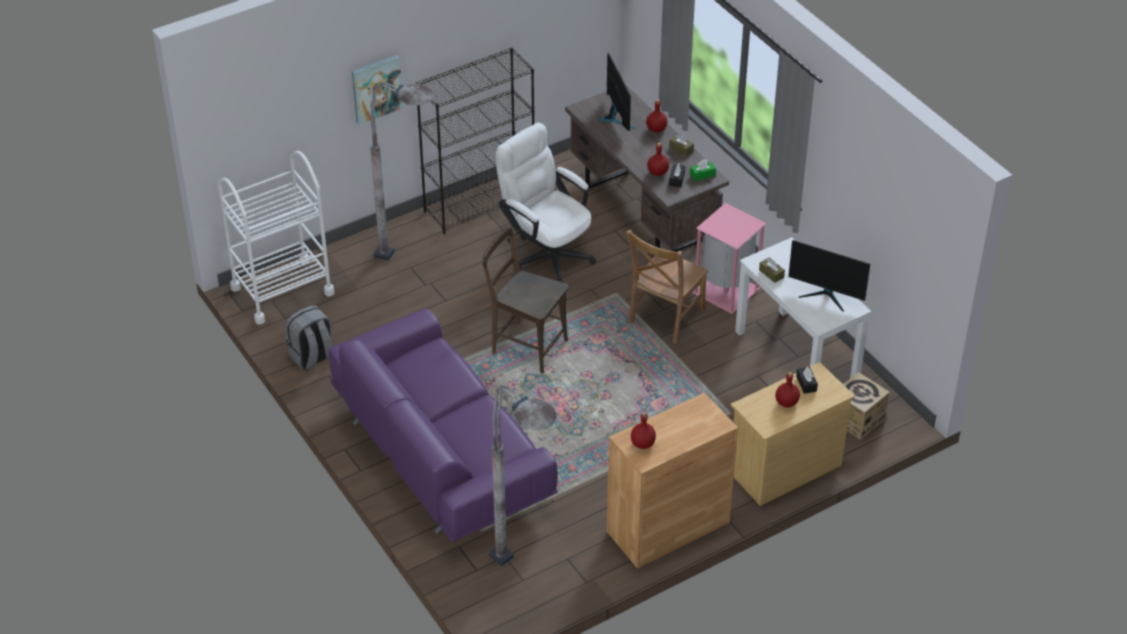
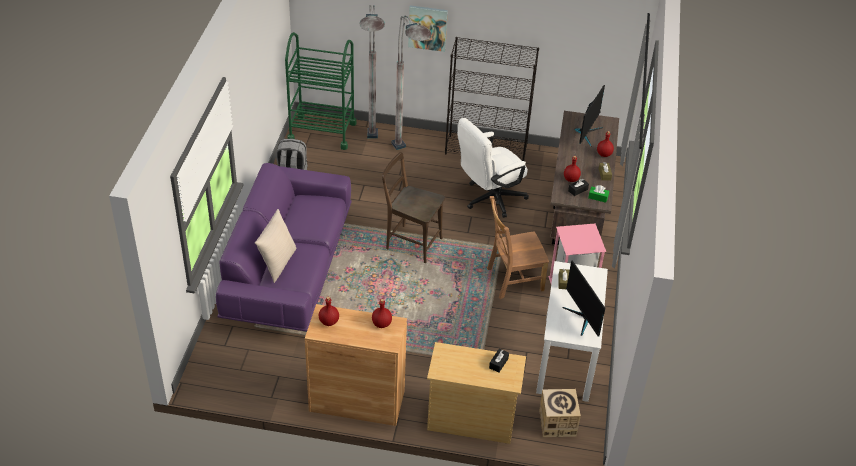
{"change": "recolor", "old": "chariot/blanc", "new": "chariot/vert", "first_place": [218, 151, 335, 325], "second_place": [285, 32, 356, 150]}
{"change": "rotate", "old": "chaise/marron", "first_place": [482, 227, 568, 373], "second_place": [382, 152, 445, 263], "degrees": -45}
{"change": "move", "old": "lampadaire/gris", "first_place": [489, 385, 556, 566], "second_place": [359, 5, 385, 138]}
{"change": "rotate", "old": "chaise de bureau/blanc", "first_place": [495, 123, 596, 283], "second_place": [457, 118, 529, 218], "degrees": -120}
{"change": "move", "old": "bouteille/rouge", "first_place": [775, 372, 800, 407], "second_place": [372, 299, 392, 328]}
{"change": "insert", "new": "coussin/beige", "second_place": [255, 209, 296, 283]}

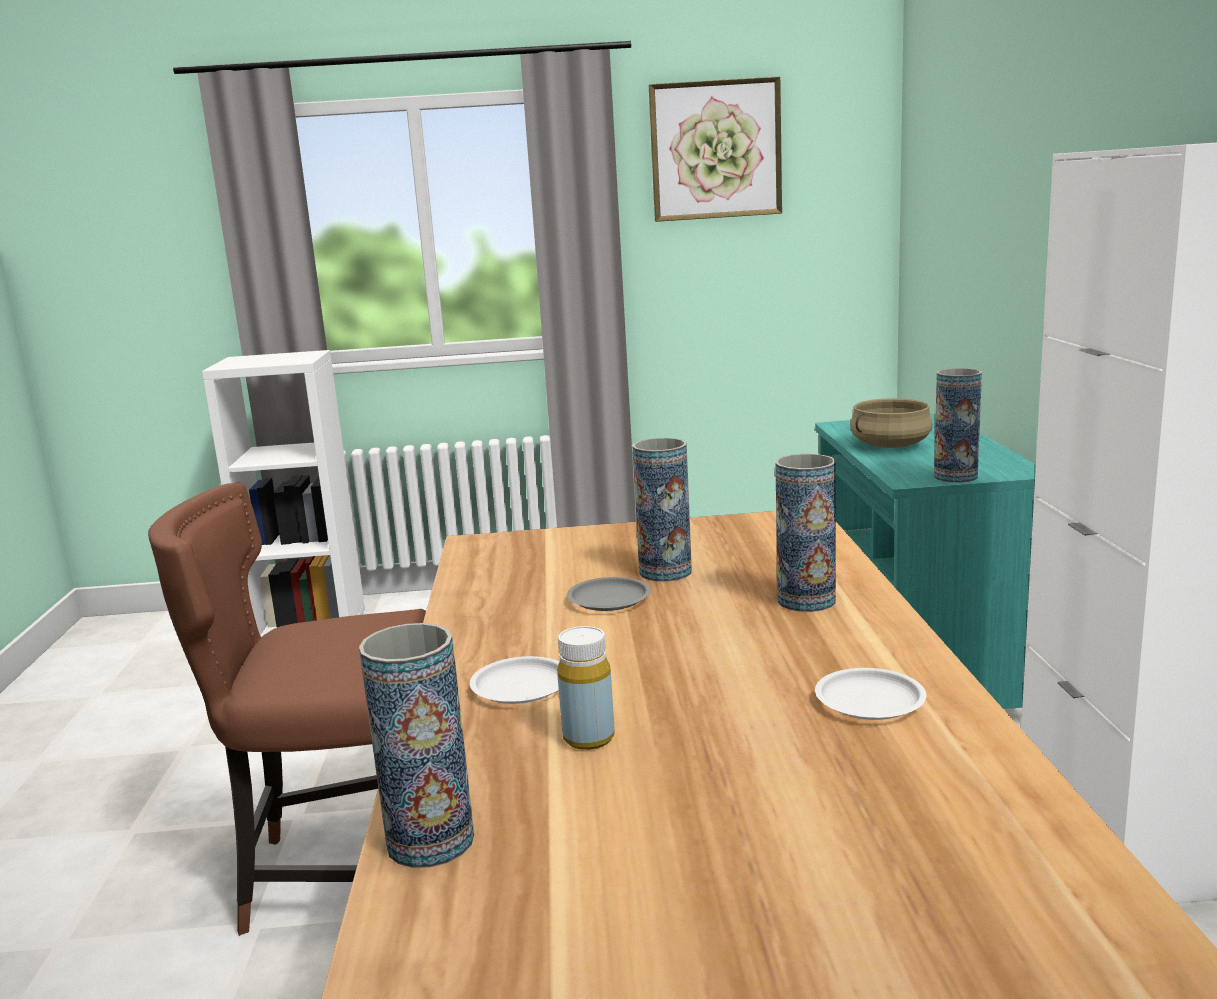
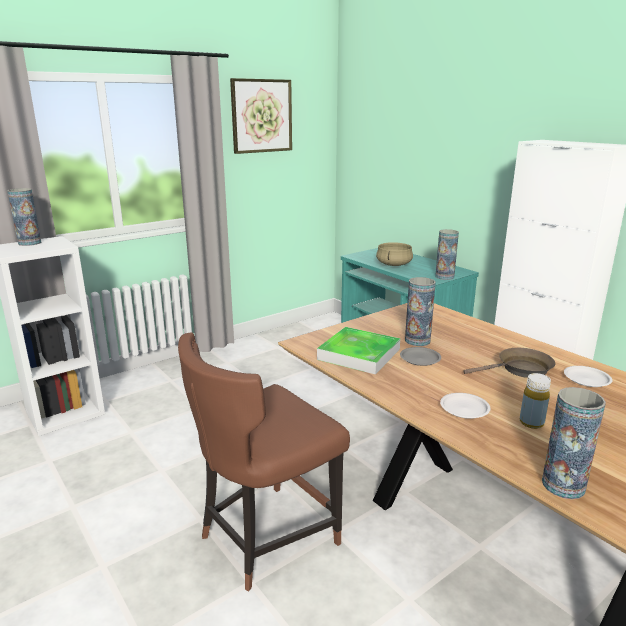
{"change": "move", "old": "vase", "first_place": [775, 454, 836, 612], "second_place": [7, 188, 41, 246]}
{"change": "insert", "new": "plateau", "second_place": [317, 327, 400, 374]}
{"change": "insert", "new": "poêle/marron", "second_place": [463, 348, 556, 378]}

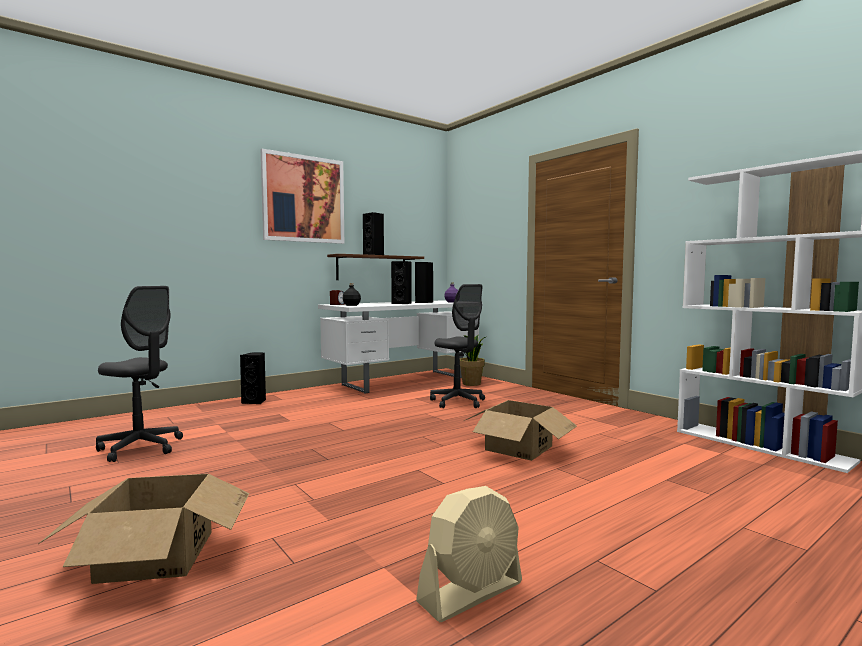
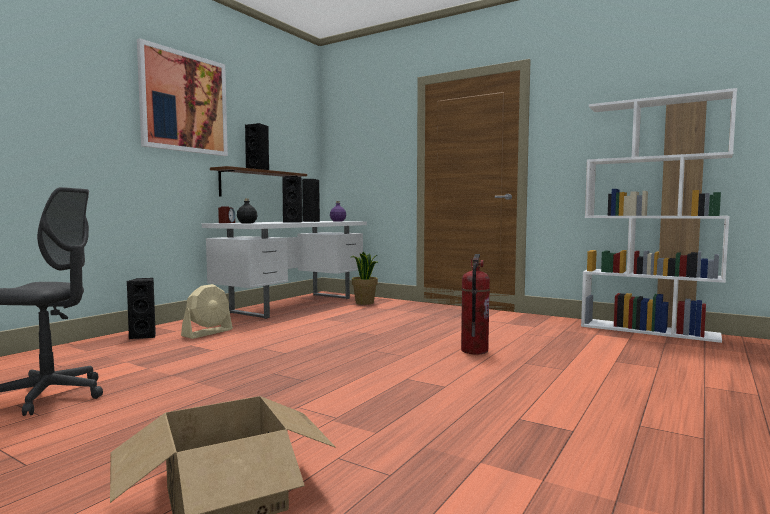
{"change": "move", "old": "ventilateur/beige", "first_place": [416, 486, 522, 622], "second_place": [181, 284, 233, 339]}
{"change": "delete", "old": "chaise de bureau/gris", "first_place": [430, 284, 485, 408]}
{"change": "replace", "old": "carton", "new": "extincteur", "first_place": [464, 400, 577, 461], "second_place": [461, 254, 490, 355]}

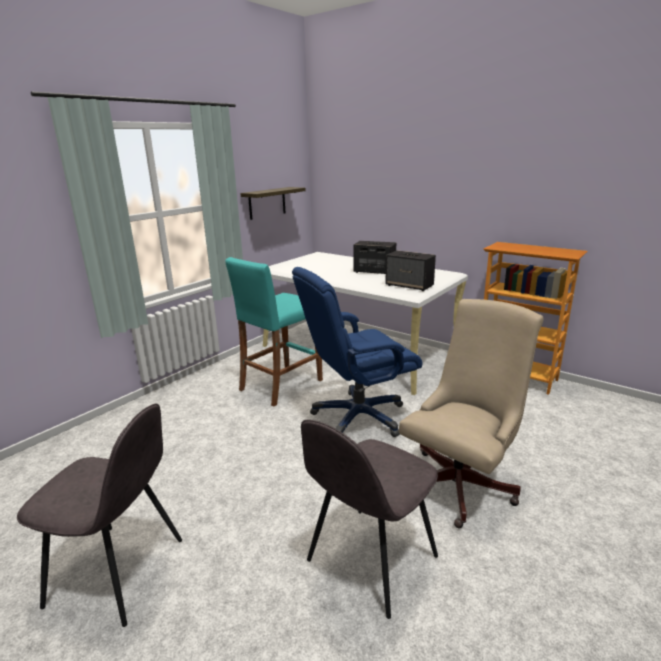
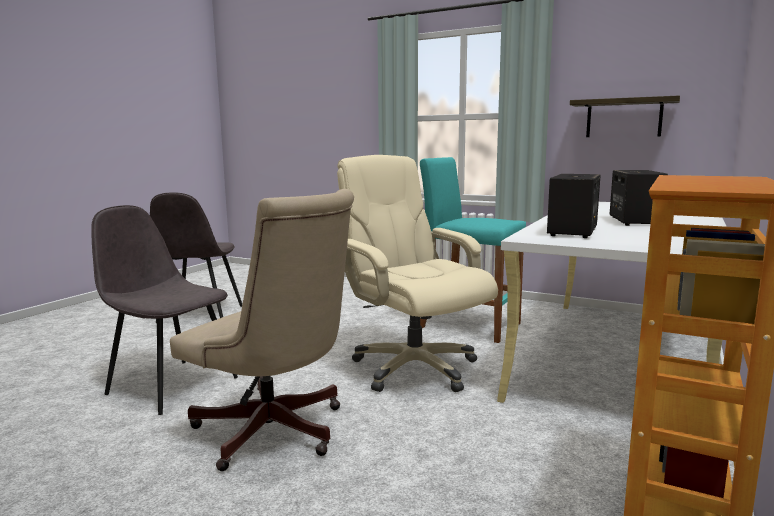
{"change": "recolor", "old": "chaise de bureau/bleu", "new": "chaise de bureau/beige", "first_place": [292, 267, 422, 437], "second_place": [337, 155, 498, 392]}

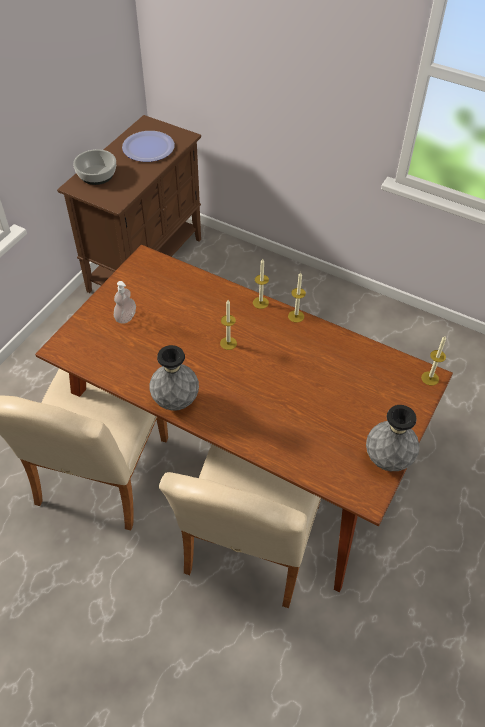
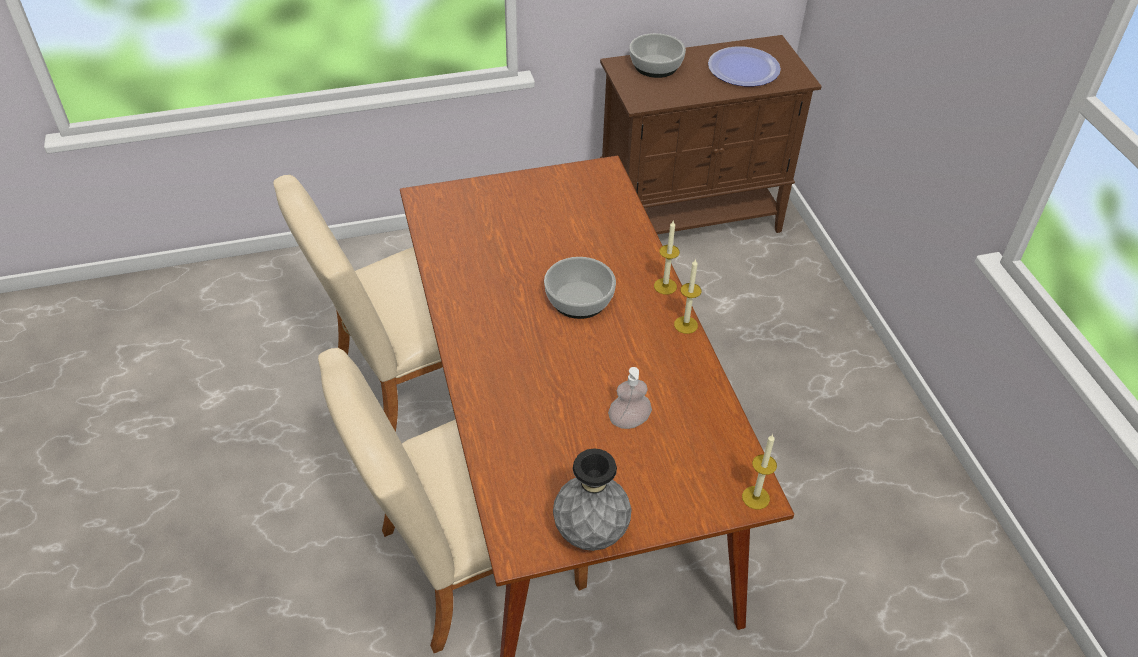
{"change": "move", "old": "distributeur de savon", "first_place": [114, 281, 136, 324], "second_place": [608, 367, 652, 429]}
{"change": "delete", "old": "vase/gris", "first_place": [149, 345, 199, 411]}
{"change": "replace", "old": "bougie", "new": "bol", "first_place": [220, 300, 237, 350], "second_place": [544, 257, 616, 319]}

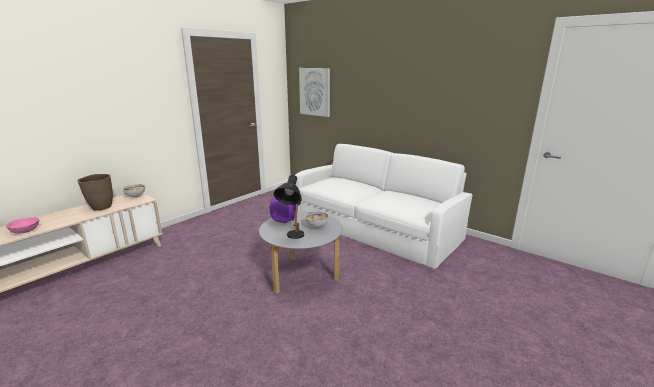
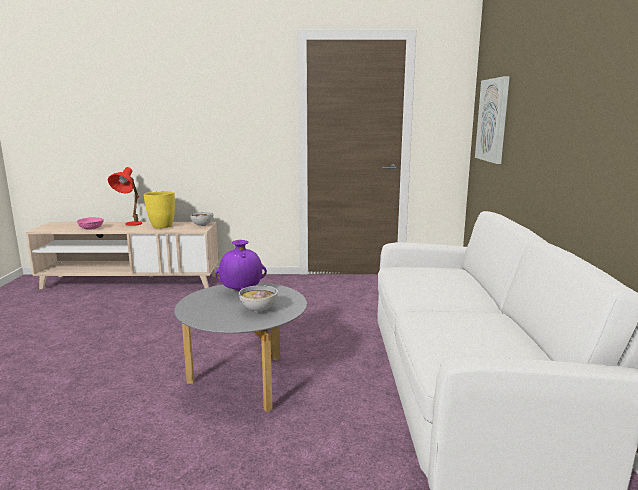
{"change": "recolor", "old": "vase/marron", "new": "vase/jaune", "first_place": [77, 174, 113, 211], "second_place": [144, 191, 175, 228]}
{"change": "delete", "old": "lampe de table/noir", "first_place": [274, 175, 304, 239]}
{"change": "insert", "new": "lampe de table/rouge", "second_place": [108, 167, 142, 226]}

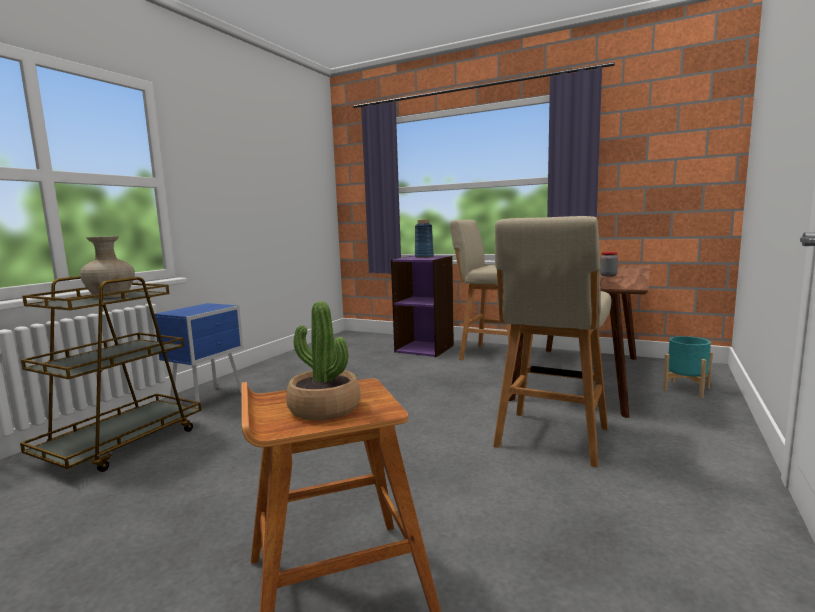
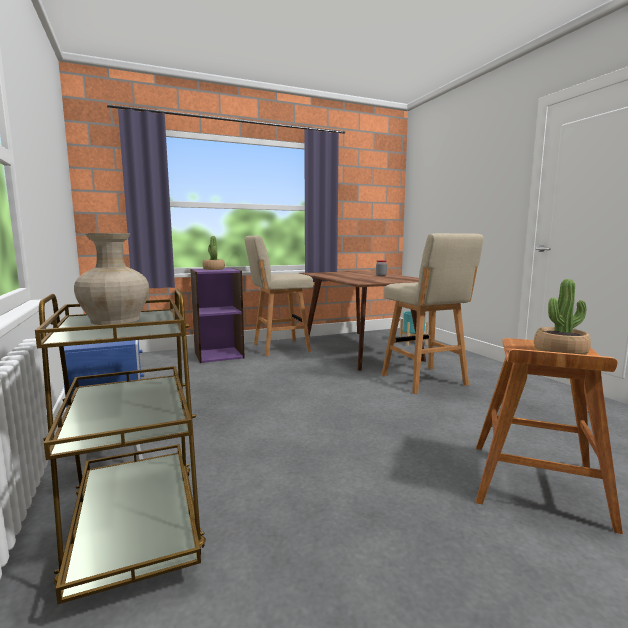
{"change": "replace", "old": "vase/bleu", "new": "plante en pot", "first_place": [415, 220, 434, 258], "second_place": [202, 236, 225, 270]}

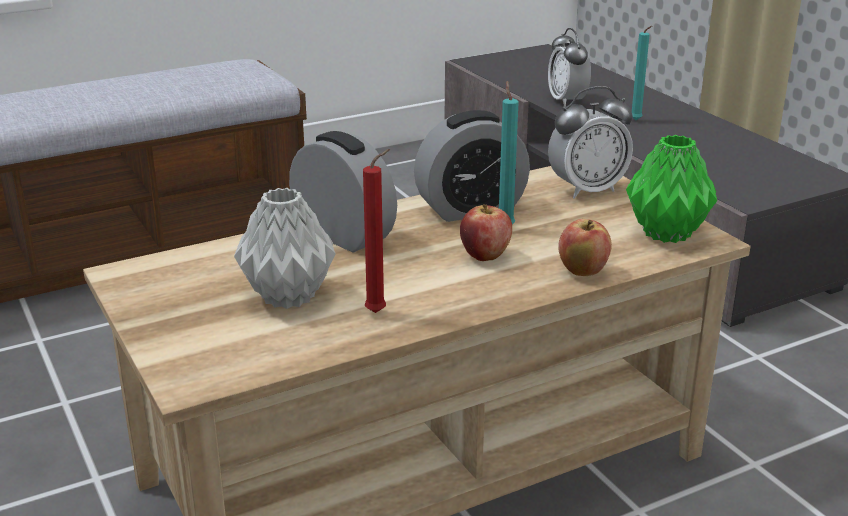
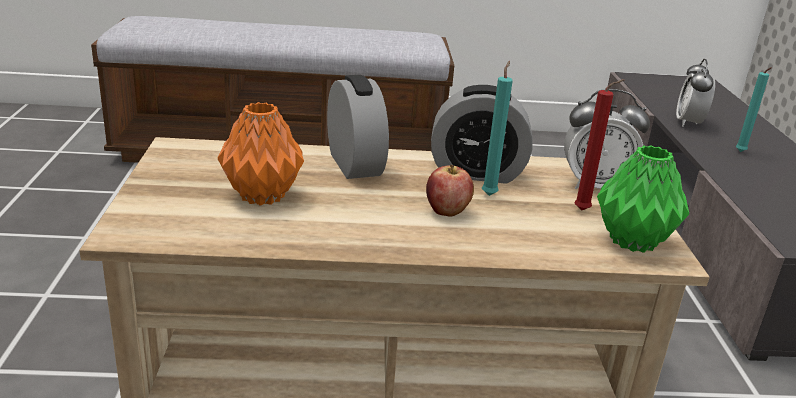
{"change": "recolor", "old": "vase/gris", "new": "vase/orange", "first_place": [234, 188, 335, 309], "second_place": [218, 102, 304, 206]}
{"change": "move", "old": "bougie/rouge", "first_place": [363, 149, 390, 313], "second_place": [574, 79, 625, 211]}
{"change": "delete", "old": "pomme", "first_place": [558, 219, 612, 276]}

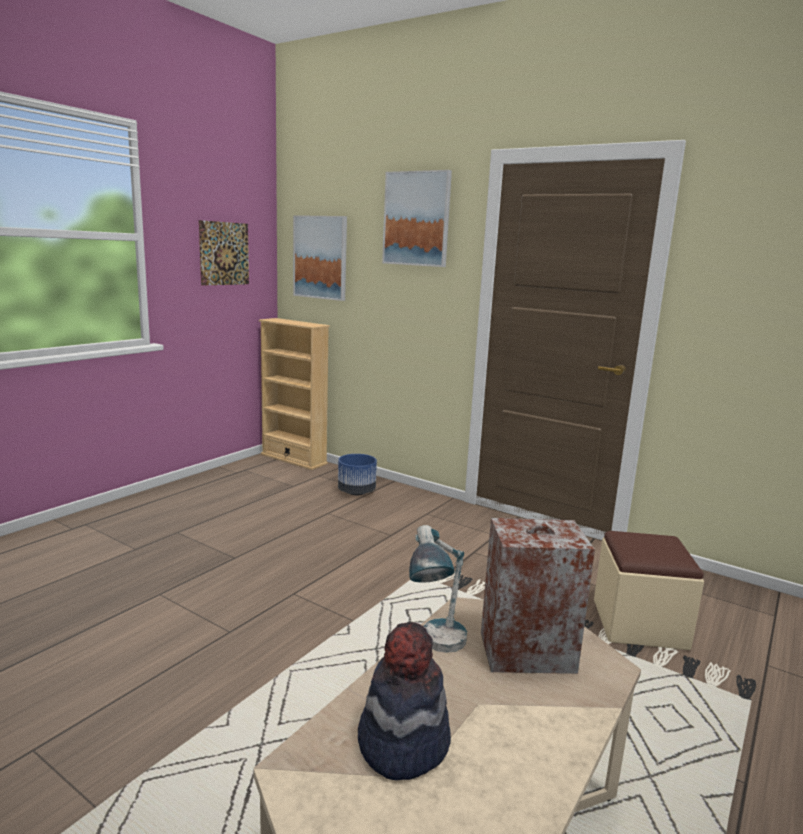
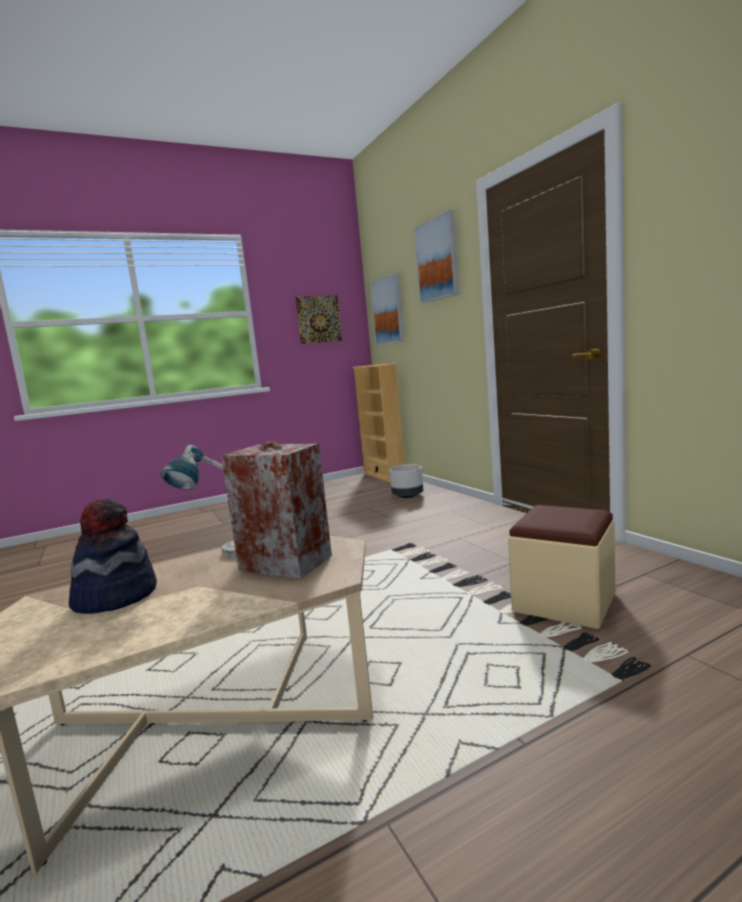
{"change": "recolor", "old": "cache-pot/bleu", "new": "cache-pot/gris", "first_place": [338, 454, 377, 495], "second_place": [390, 465, 423, 498]}

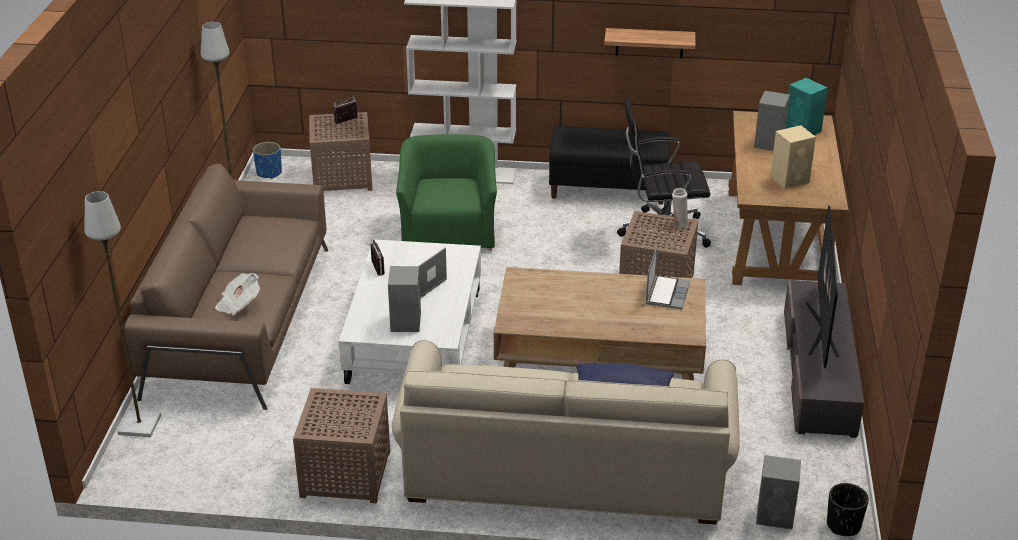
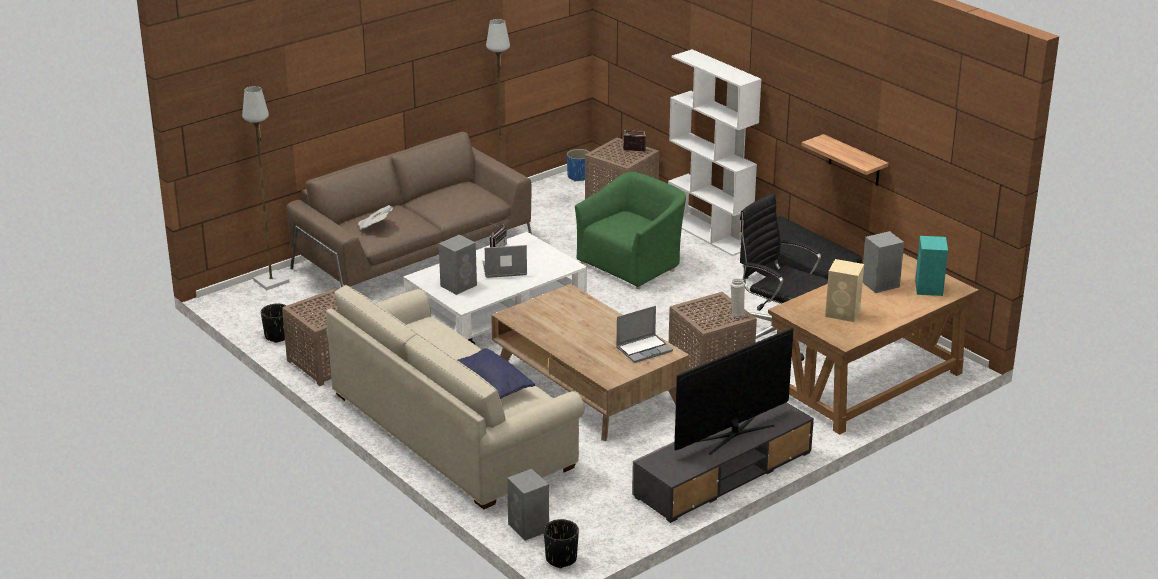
{"change": "insert", "new": "cache-pot/noir", "second_place": [261, 304, 287, 343]}

